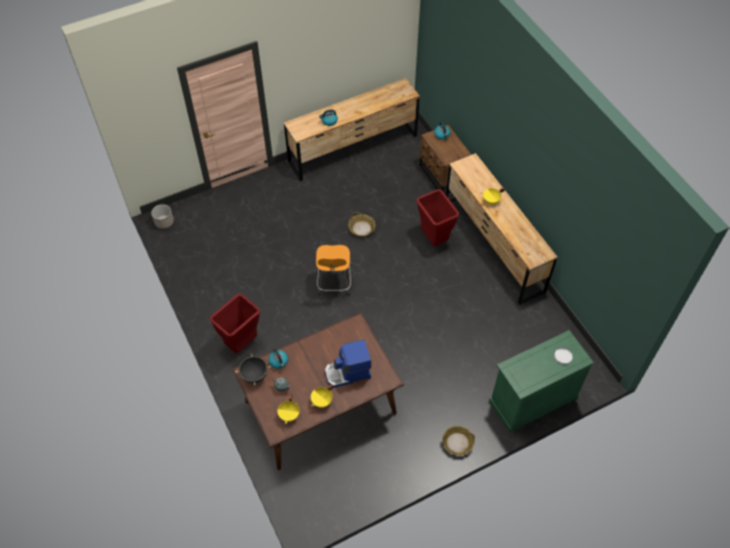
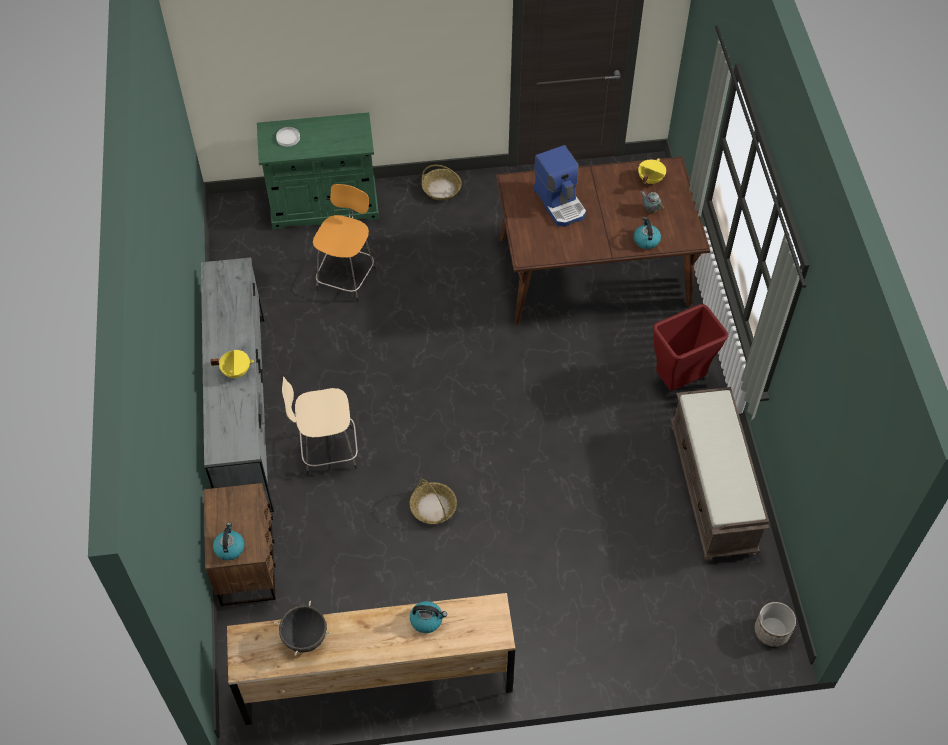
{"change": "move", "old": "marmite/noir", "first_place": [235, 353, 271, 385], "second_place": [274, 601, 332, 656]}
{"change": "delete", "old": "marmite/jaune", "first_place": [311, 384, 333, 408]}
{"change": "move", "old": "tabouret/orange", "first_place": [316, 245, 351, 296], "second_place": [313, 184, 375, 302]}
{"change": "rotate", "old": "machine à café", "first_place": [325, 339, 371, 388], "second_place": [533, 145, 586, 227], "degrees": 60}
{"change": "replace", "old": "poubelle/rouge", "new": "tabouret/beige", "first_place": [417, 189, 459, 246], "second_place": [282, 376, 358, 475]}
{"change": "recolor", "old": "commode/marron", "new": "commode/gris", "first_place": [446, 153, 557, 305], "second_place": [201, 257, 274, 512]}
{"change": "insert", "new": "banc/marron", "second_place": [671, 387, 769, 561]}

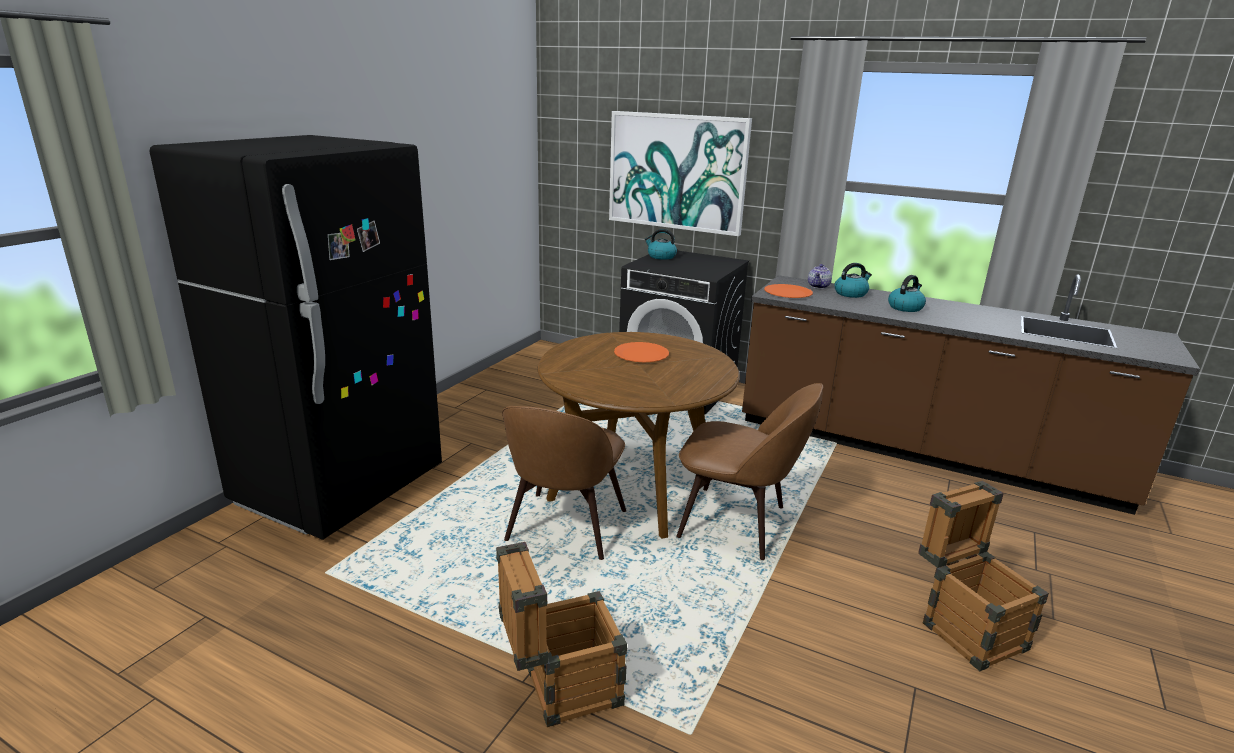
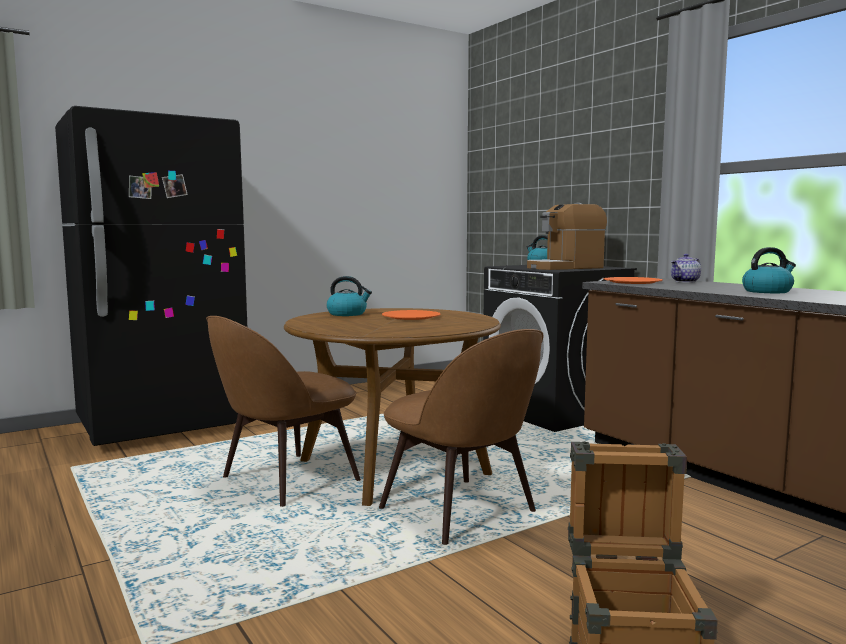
{"change": "delete", "old": "caisse", "first_place": [496, 542, 627, 727]}
{"change": "delete", "old": "tableau", "first_place": [609, 111, 752, 236]}
{"change": "move", "old": "bouilloire", "first_place": [835, 263, 872, 298], "second_place": [326, 276, 372, 316]}
{"change": "insert", "new": "machine à café", "second_place": [527, 203, 607, 270]}

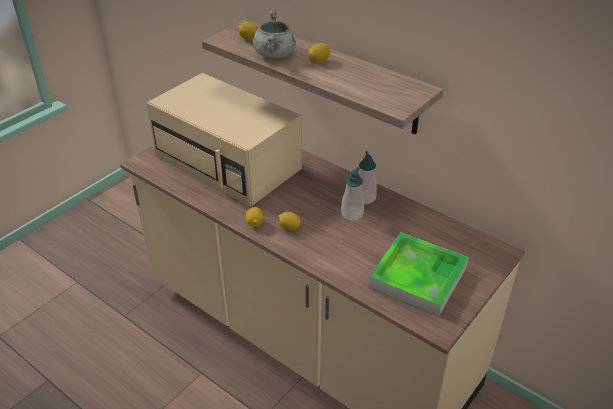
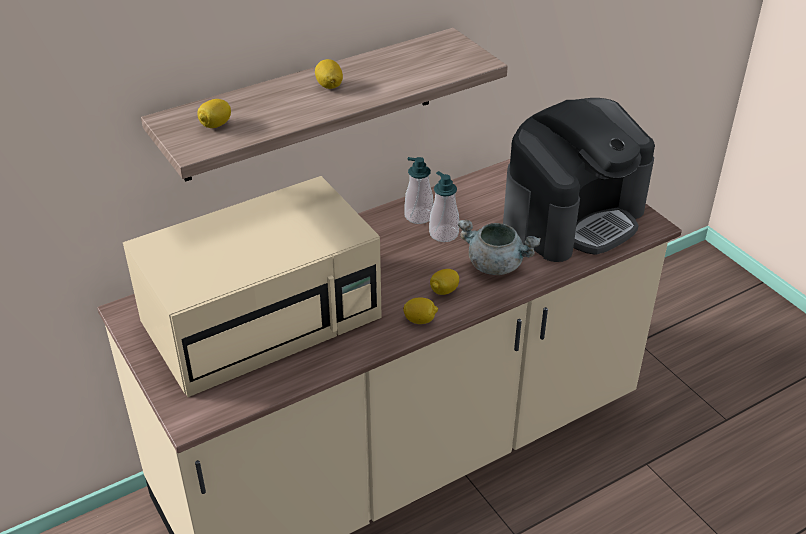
{"change": "move", "old": "marmite/gris", "first_place": [253, 9, 296, 58], "second_place": [458, 220, 541, 275]}
{"change": "replace", "old": "plateau", "new": "machine à café", "first_place": [368, 232, 469, 316], "second_place": [503, 98, 655, 262]}

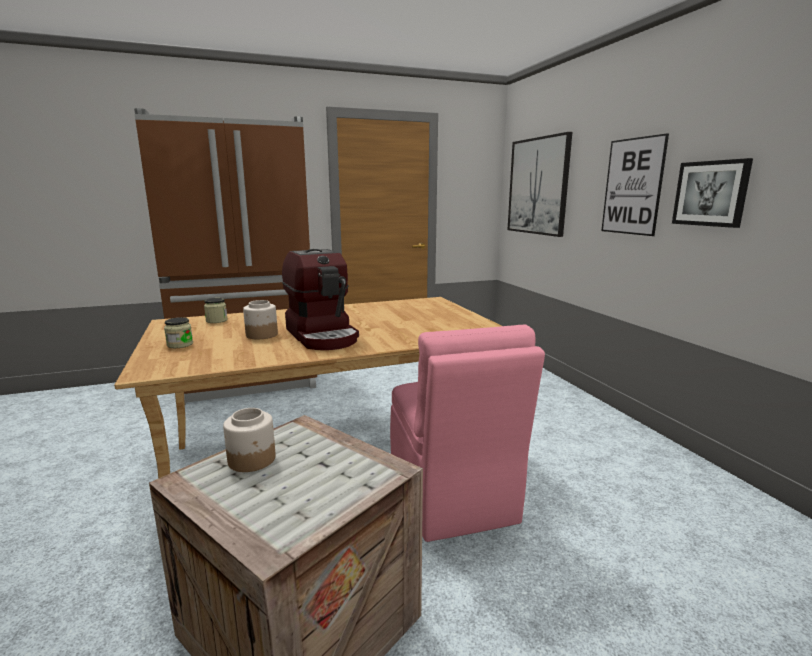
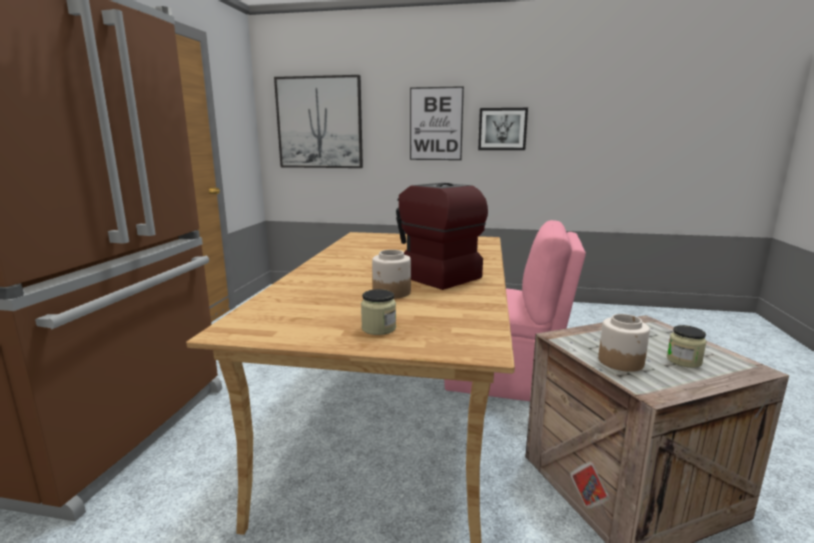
{"change": "move", "old": "bocal", "first_place": [204, 298, 228, 323], "second_place": [667, 325, 707, 368]}
{"change": "rotate", "old": "machine à café", "first_place": [282, 249, 359, 350], "second_place": [396, 183, 488, 290], "degrees": -135}

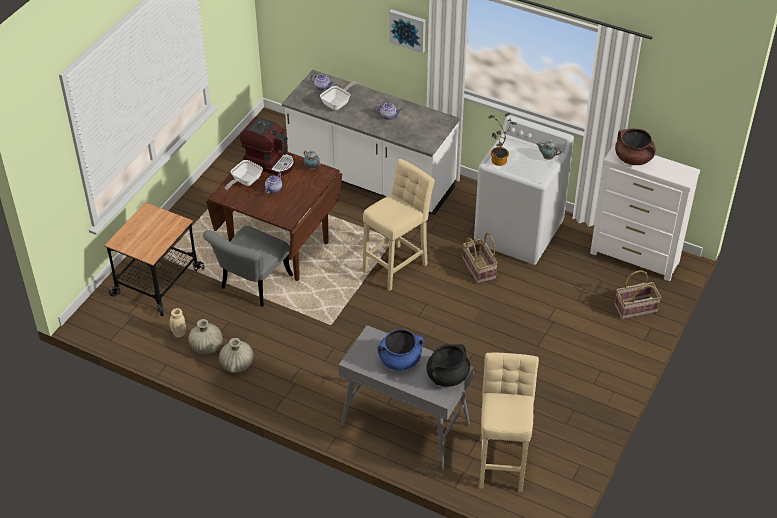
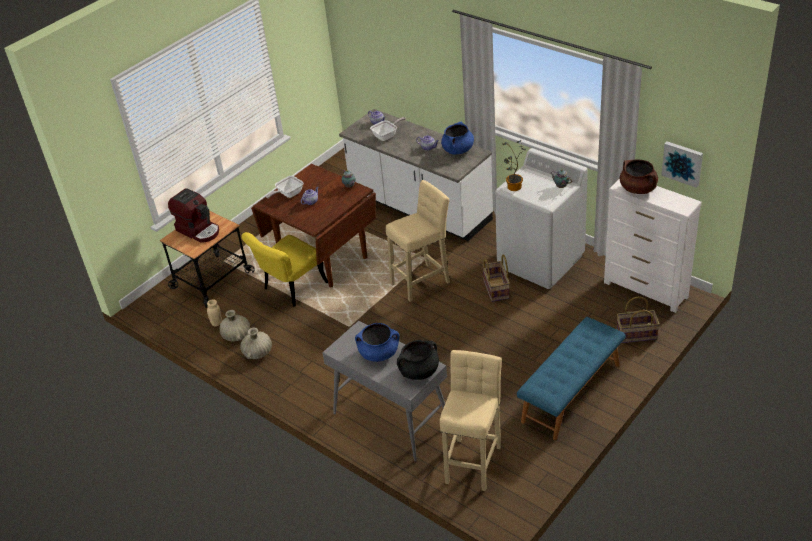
{"change": "recolor", "old": "chaise/gris", "new": "chaise/jaune", "first_place": [203, 226, 293, 306], "second_place": [241, 232, 328, 306]}
{"change": "move", "old": "machine à café", "first_place": [240, 117, 295, 176], "second_place": [168, 188, 219, 243]}
{"change": "move", "old": "tableau", "first_place": [389, 9, 426, 53], "second_place": [661, 141, 703, 188]}
{"change": "insert", "new": "marmite/bleu", "second_place": [441, 122, 474, 155]}
{"change": "insert", "new": "banc/bleu", "second_place": [517, 317, 626, 440]}

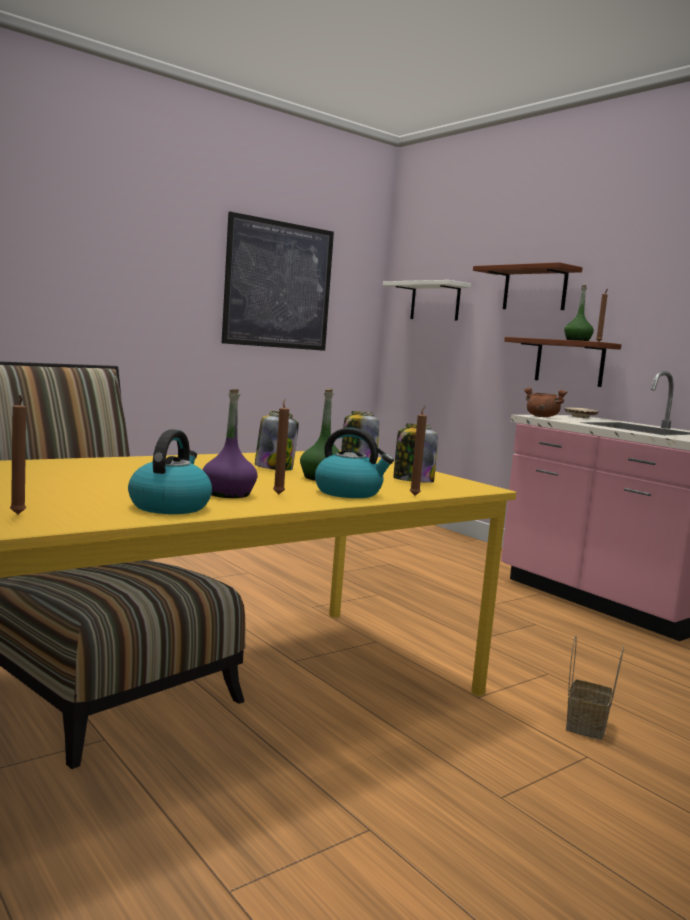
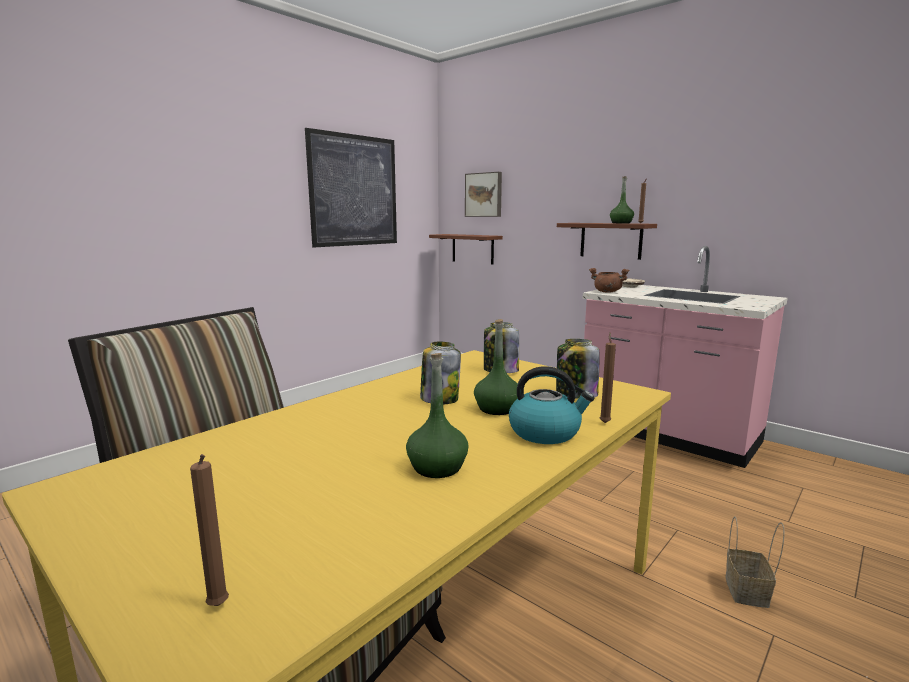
{"change": "delete", "old": "bouilloire", "first_place": [128, 429, 212, 514]}
{"change": "recolor", "old": "bouteille/violet", "new": "bouteille/vert", "first_place": [203, 389, 258, 498], "second_place": [406, 353, 468, 478]}
{"change": "delete", "old": "bougie/marron", "first_place": [273, 398, 289, 494]}
{"change": "replace", "old": "étagère/blanc", "new": "tableau", "first_place": [383, 280, 471, 321], "second_place": [465, 172, 502, 217]}
{"change": "move", "old": "étagère/marron", "first_place": [473, 262, 583, 310], "second_place": [429, 234, 503, 265]}

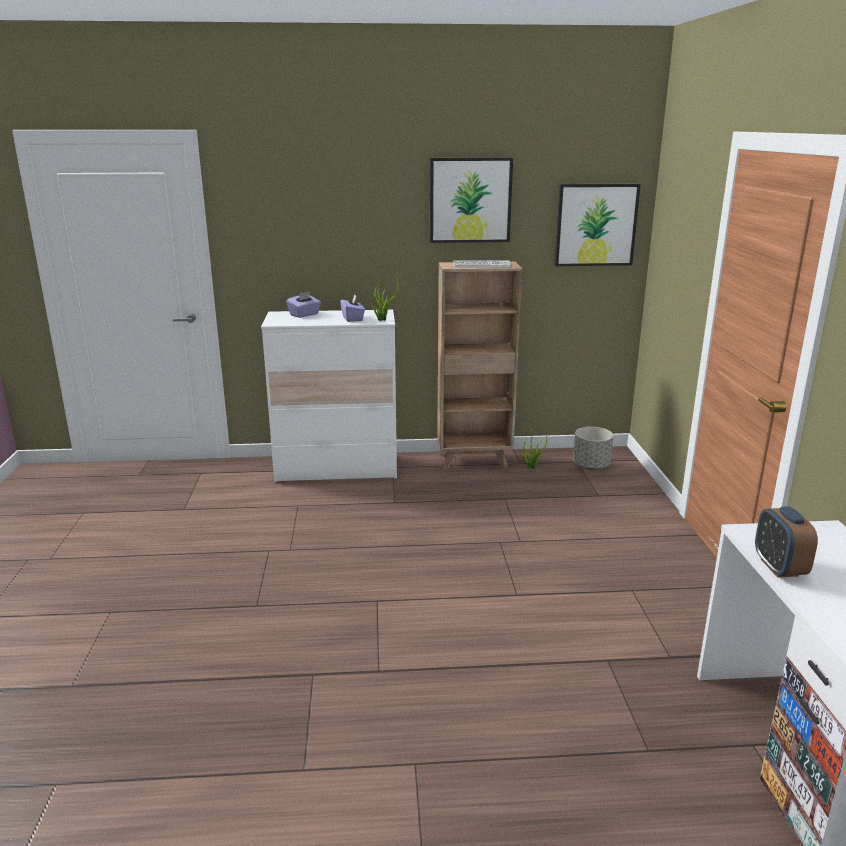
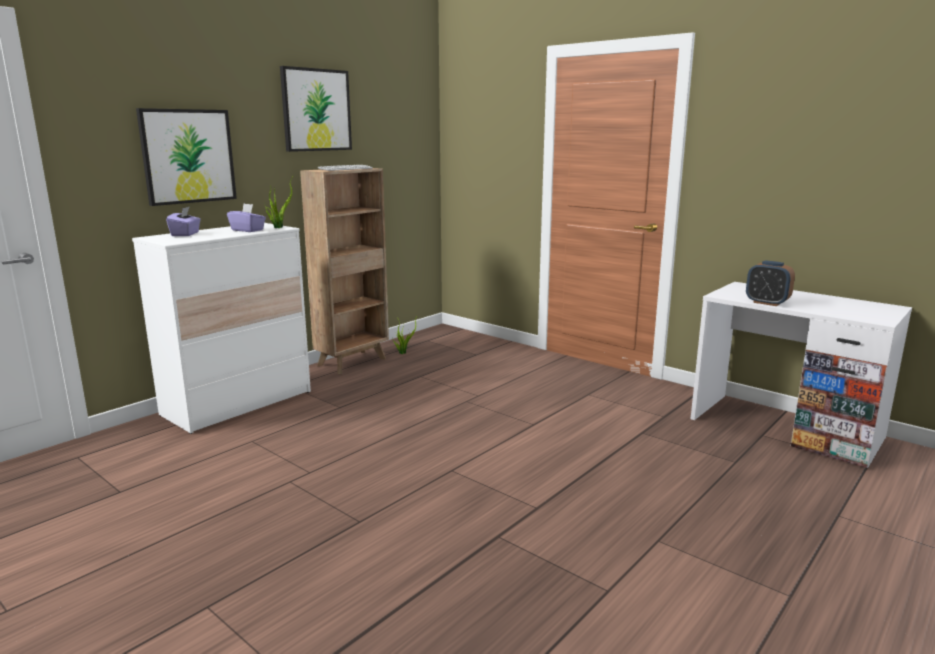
{"change": "move", "old": "tableau", "first_place": [554, 184, 641, 266], "second_place": [136, 108, 237, 206]}
{"change": "delete", "old": "cache-pot/gris", "first_place": [573, 427, 613, 469]}

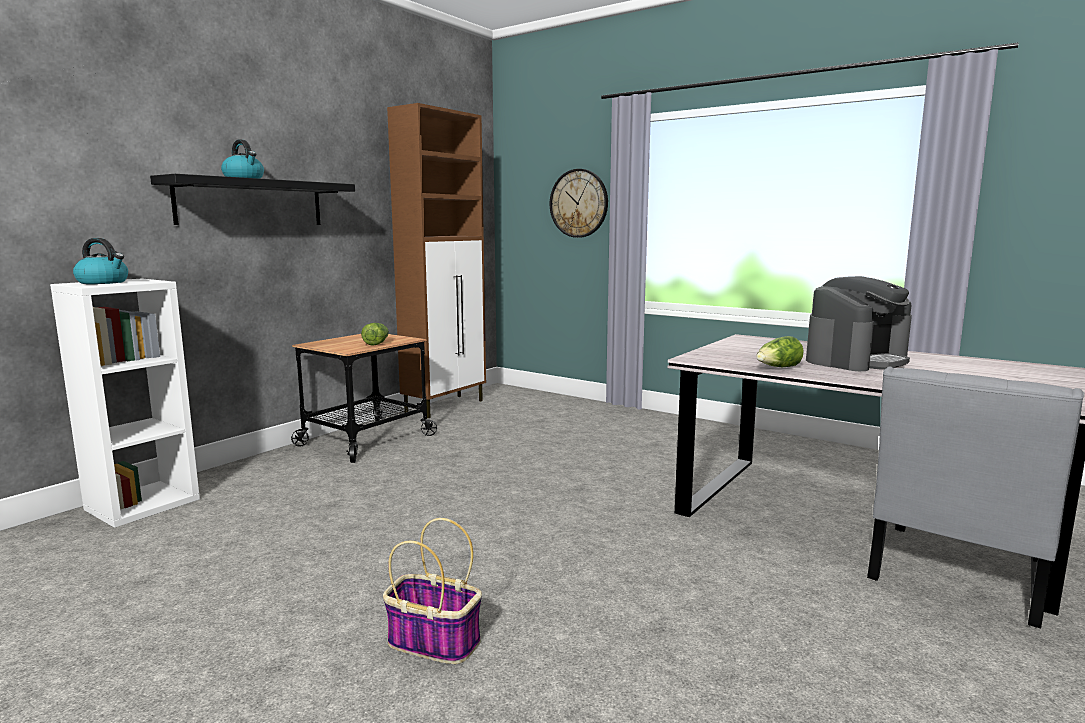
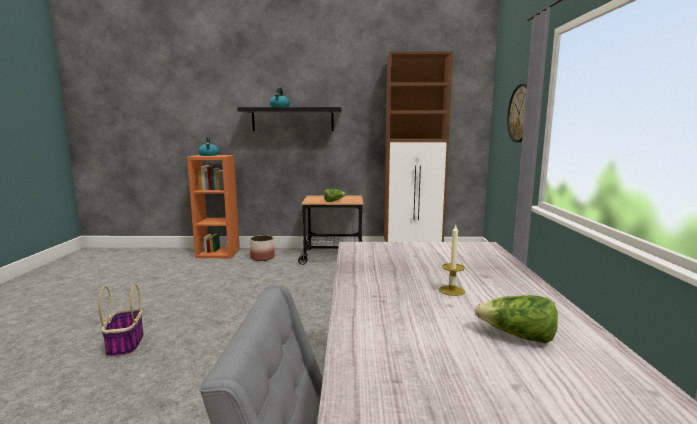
{"change": "recolor", "old": "bibliothèque/blanc", "new": "bibliothèque/orange", "first_place": [50, 278, 200, 528], "second_place": [187, 155, 240, 258]}
{"change": "move", "old": "laitue", "first_place": [756, 336, 804, 367], "second_place": [474, 295, 558, 343]}
{"change": "replace", "old": "machine à café", "new": "bougie", "first_place": [806, 276, 912, 371], "second_place": [439, 225, 465, 296]}
{"change": "insert", "new": "cache-pot", "second_place": [250, 235, 275, 261]}

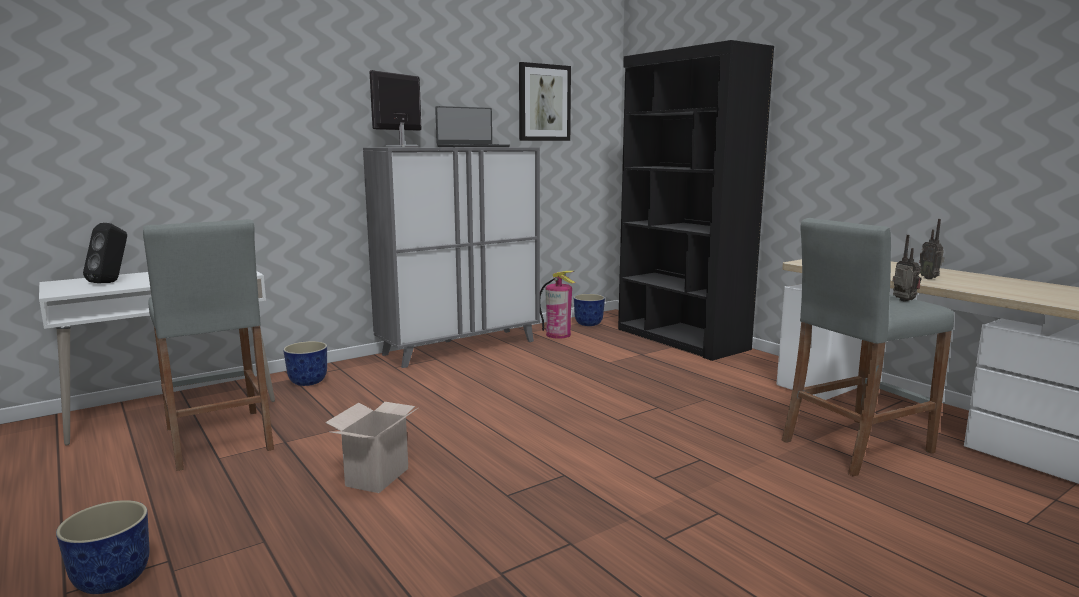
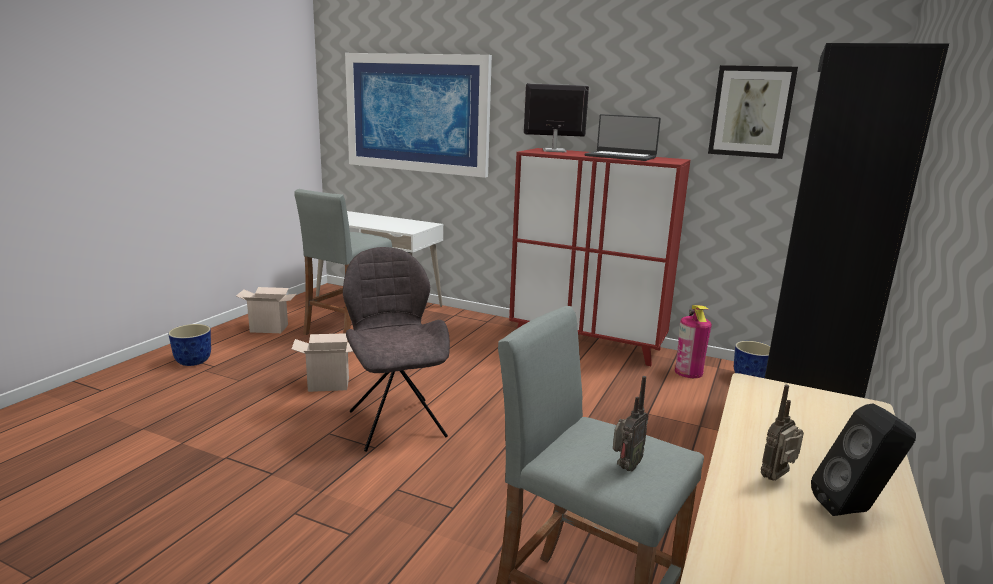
{"change": "move", "old": "enceinte/noir", "first_place": [83, 223, 127, 283], "second_place": [811, 403, 916, 516]}
{"change": "delete", "old": "cache-pot", "first_place": [283, 341, 327, 386]}
{"change": "recolor", "old": "meuble de rangement/gris", "new": "meuble de rangement/rouge", "first_place": [363, 147, 540, 368], "second_place": [509, 148, 690, 366]}
{"change": "insert", "new": "carton", "second_place": [236, 287, 296, 333]}
{"change": "insert", "new": "chaise/gris", "second_place": [343, 247, 450, 452]}
{"change": "insert", "new": "tableau", "second_place": [345, 53, 492, 178]}

